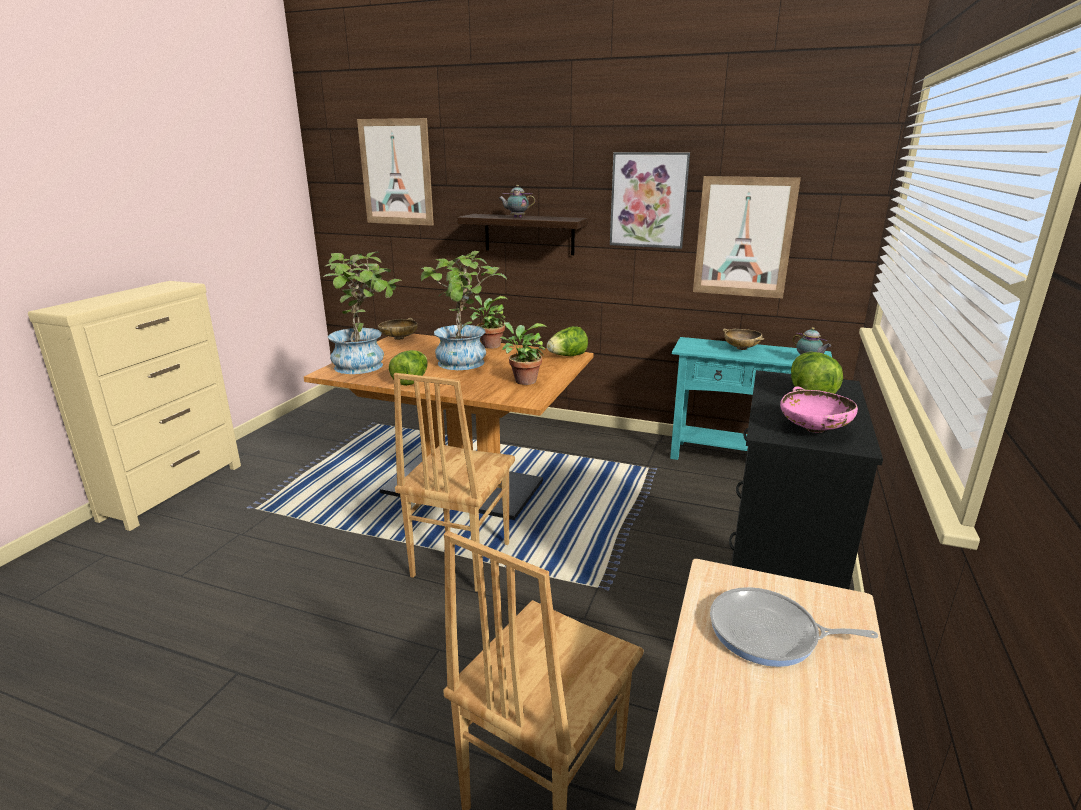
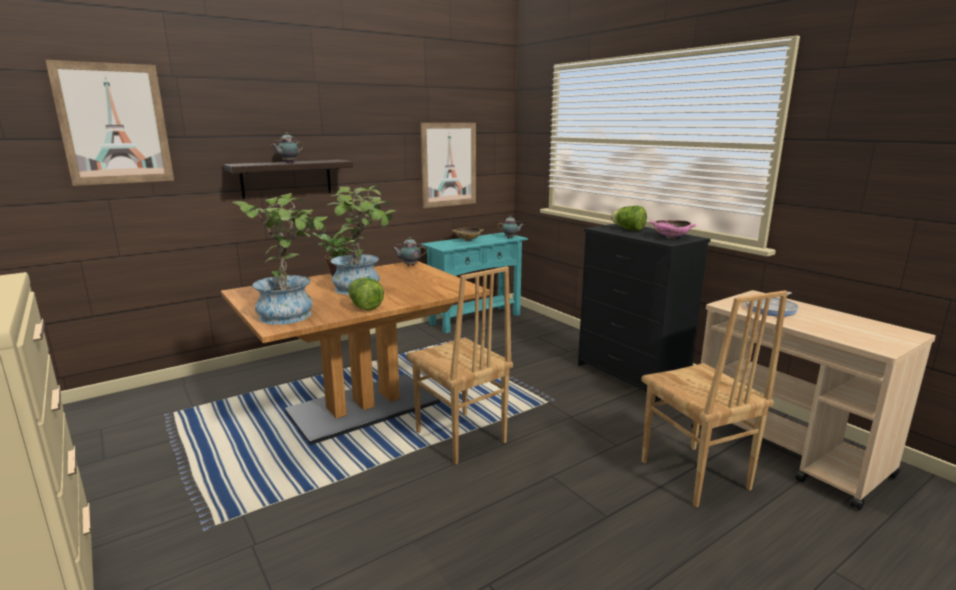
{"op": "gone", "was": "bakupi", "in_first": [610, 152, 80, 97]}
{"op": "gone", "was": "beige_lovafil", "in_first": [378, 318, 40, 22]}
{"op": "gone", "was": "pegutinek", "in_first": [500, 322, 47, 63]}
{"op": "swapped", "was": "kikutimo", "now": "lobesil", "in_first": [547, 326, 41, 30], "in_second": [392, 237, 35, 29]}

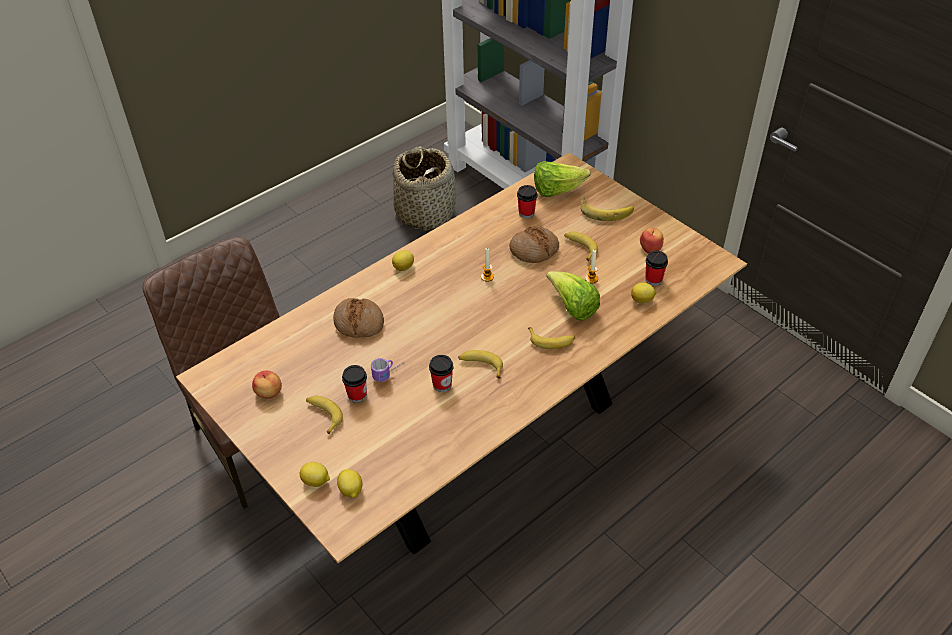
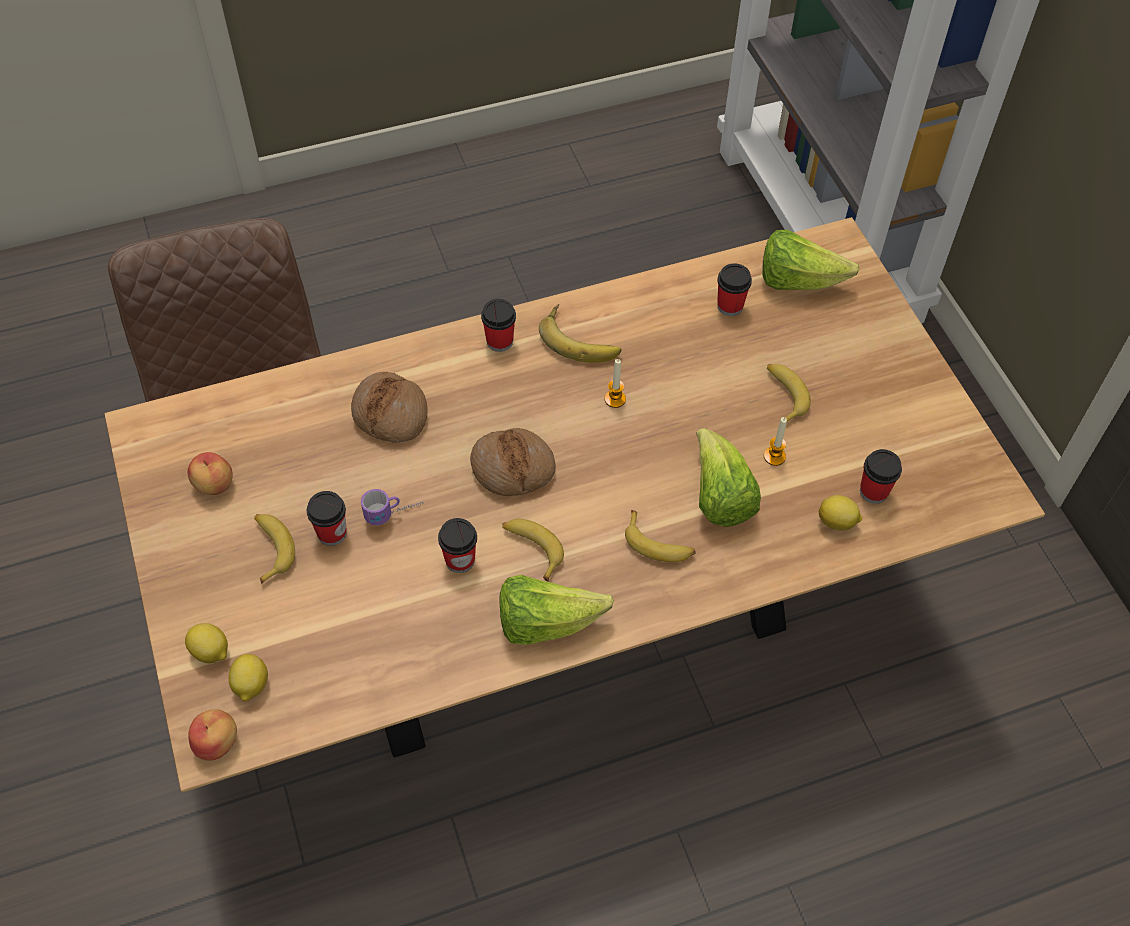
{"op": "gone", "was": "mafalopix", "in_first": [393, 146, 63, 86]}
{"op": "shifted", "was": "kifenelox", "in_first": [580, 197, 54, 24], "in_second": [539, 304, 82, 59]}
{"op": "shifted", "was": "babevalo", "in_first": [510, 226, 49, 37], "in_second": [470, 428, 86, 68]}
{"op": "shifted", "was": "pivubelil", "in_first": [640, 228, 24, 26], "in_second": [188, 709, 49, 52]}
{"op": "swapped", "was": "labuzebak", "now": "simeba", "in_first": [392, 250, 22, 21], "in_second": [481, 299, 35, 53]}
{"op": "new", "now": "kikutimo", "in_second": [499, 575, 115, 70]}

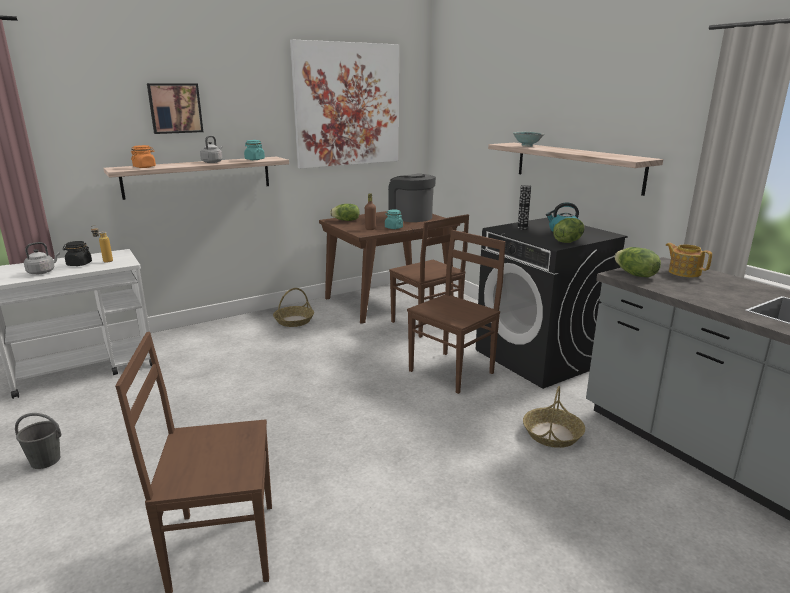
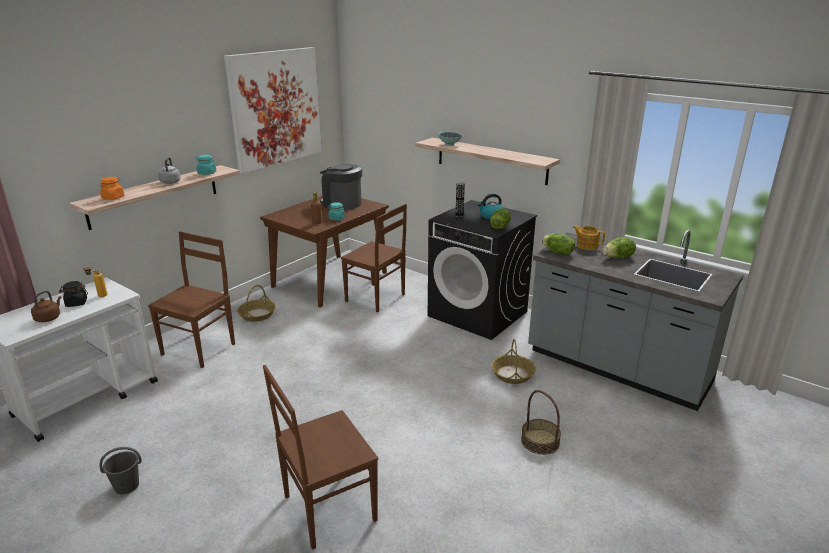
{"op": "gone", "was": "bakupi", "in_first": [147, 83, 56, 51]}
{"op": "shifted", "was": "kikutimo", "in_first": [330, 204, 30, 17], "in_second": [603, 237, 33, 21]}
{"op": "shifted", "was": "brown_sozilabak", "in_first": [407, 230, 99, 164], "in_second": [148, 232, 87, 136]}
{"op": "repainted", "was": "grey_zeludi", "now": "brown_zeludi", "in_first": [24, 242, 36, 32], "in_second": [31, 291, 30, 31]}
{"op": "new", "now": "mafalopix", "in_second": [521, 390, 40, 65]}

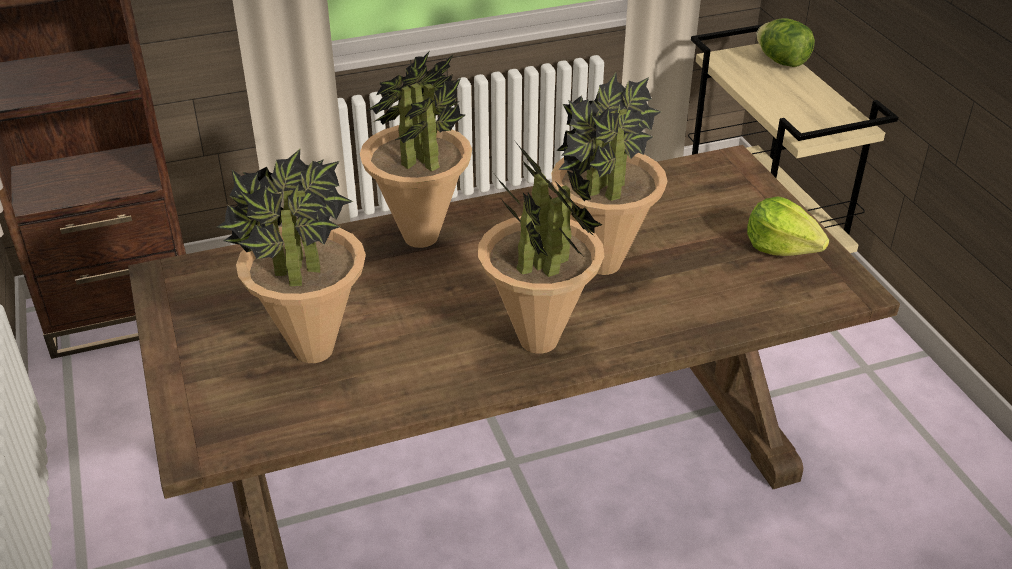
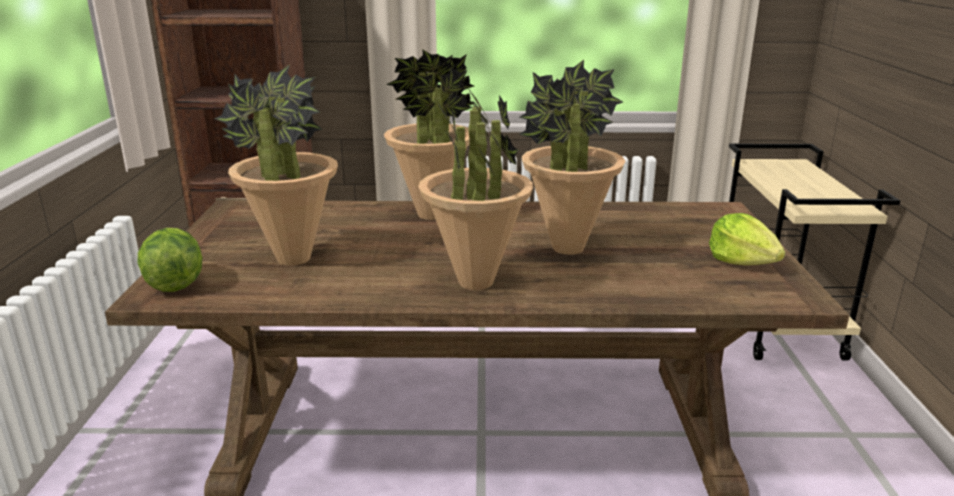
{"op": "shifted", "was": "kikutimo", "in_first": [756, 18, 59, 49], "in_second": [137, 228, 65, 64]}

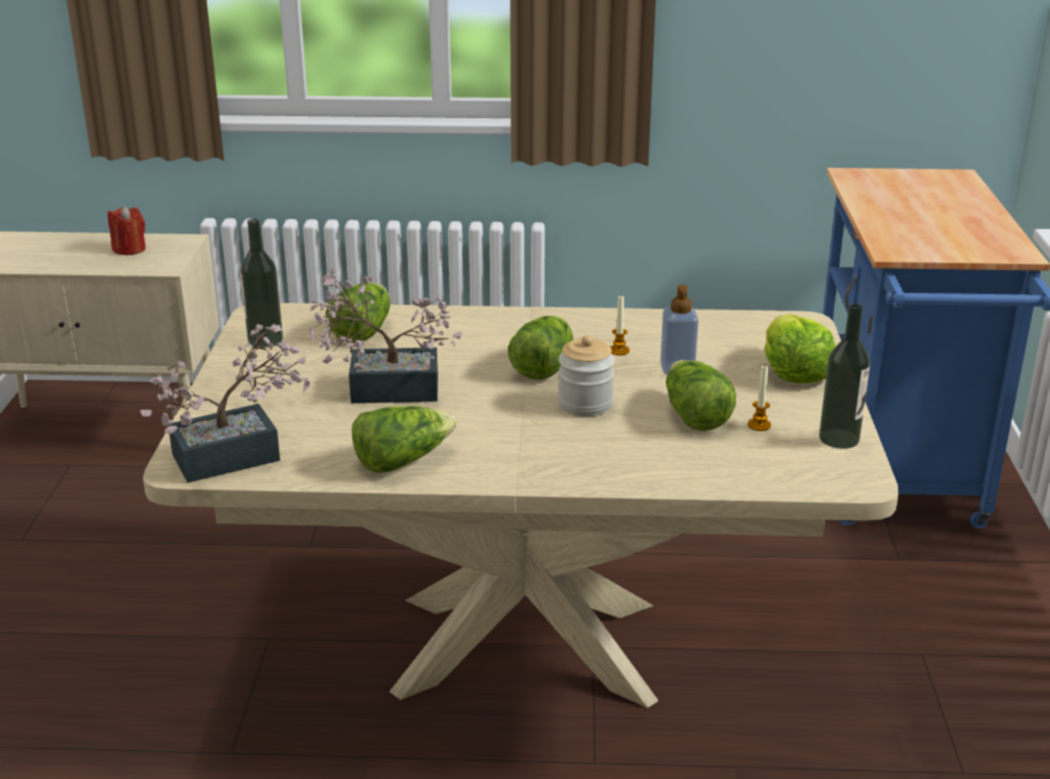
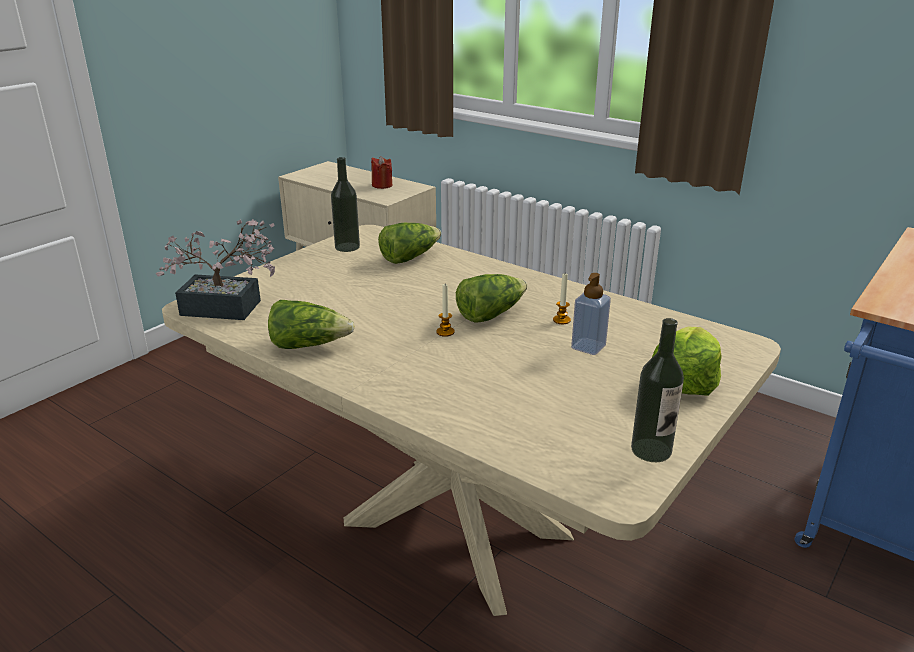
{"op": "gone", "was": "pegutinek", "in_first": [309, 268, 153, 135]}
{"op": "gone", "was": "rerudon", "in_first": [558, 335, 57, 81]}
{"op": "gone", "was": "kikutimo", "in_first": [666, 360, 70, 71]}
{"op": "shifted", "was": "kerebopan", "in_first": [748, 366, 23, 65], "in_second": [436, 284, 19, 53]}

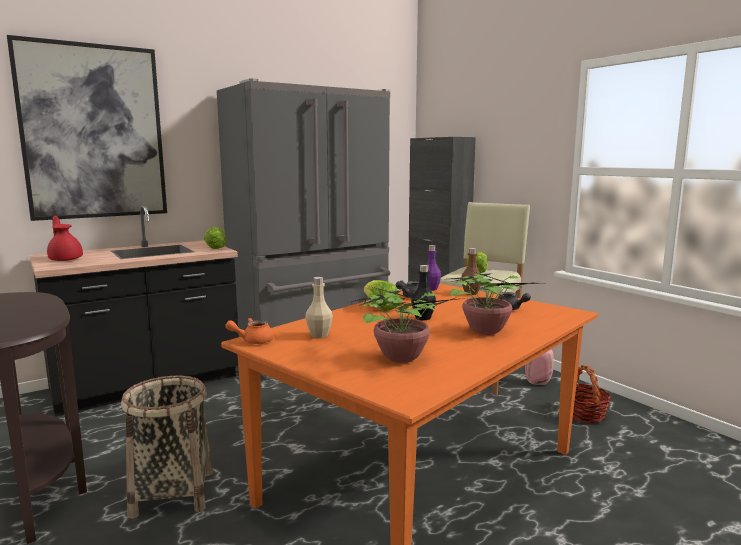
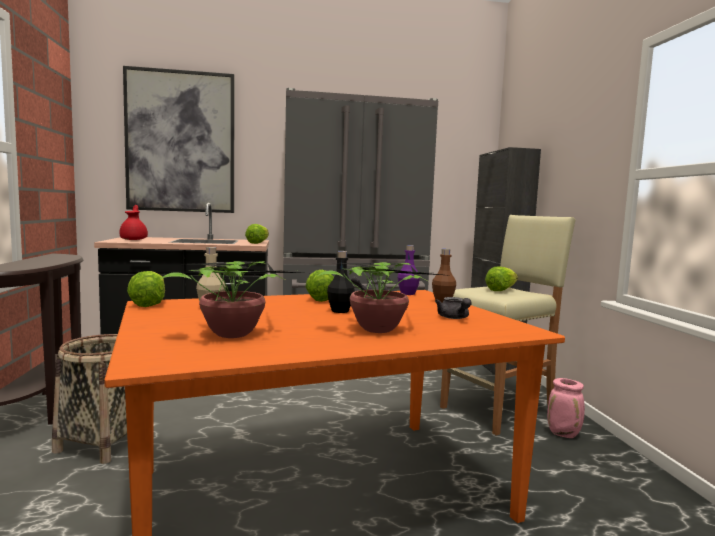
{"op": "swapped", "was": "orange_lobesil", "now": "kikutimo", "in_first": [225, 318, 49, 26], "in_second": [127, 271, 38, 36]}
{"op": "gone", "was": "mafalopix", "in_first": [559, 365, 52, 58]}

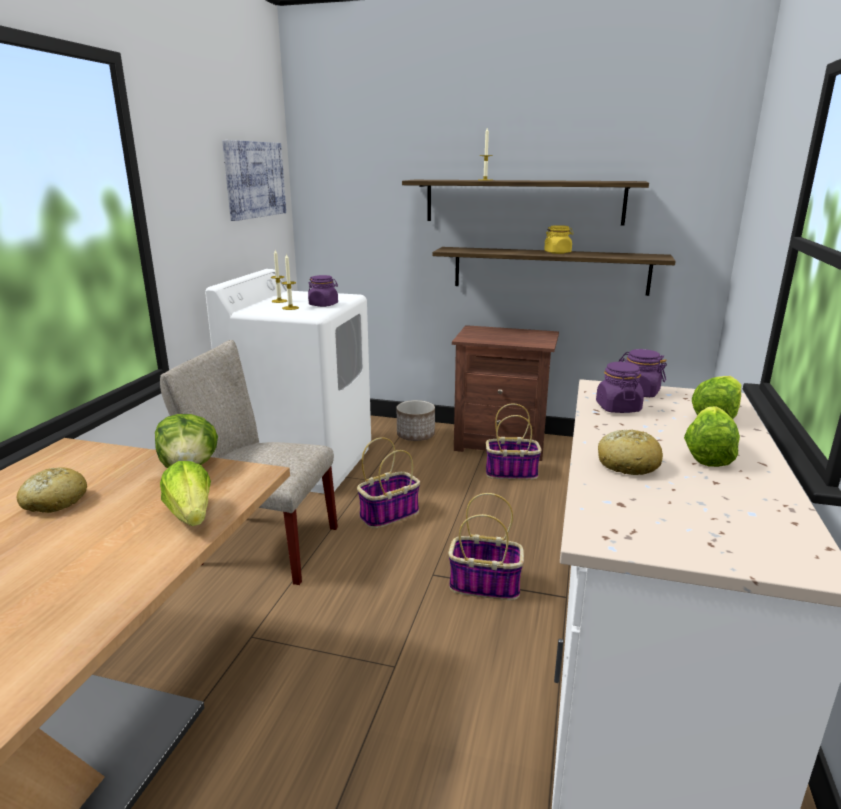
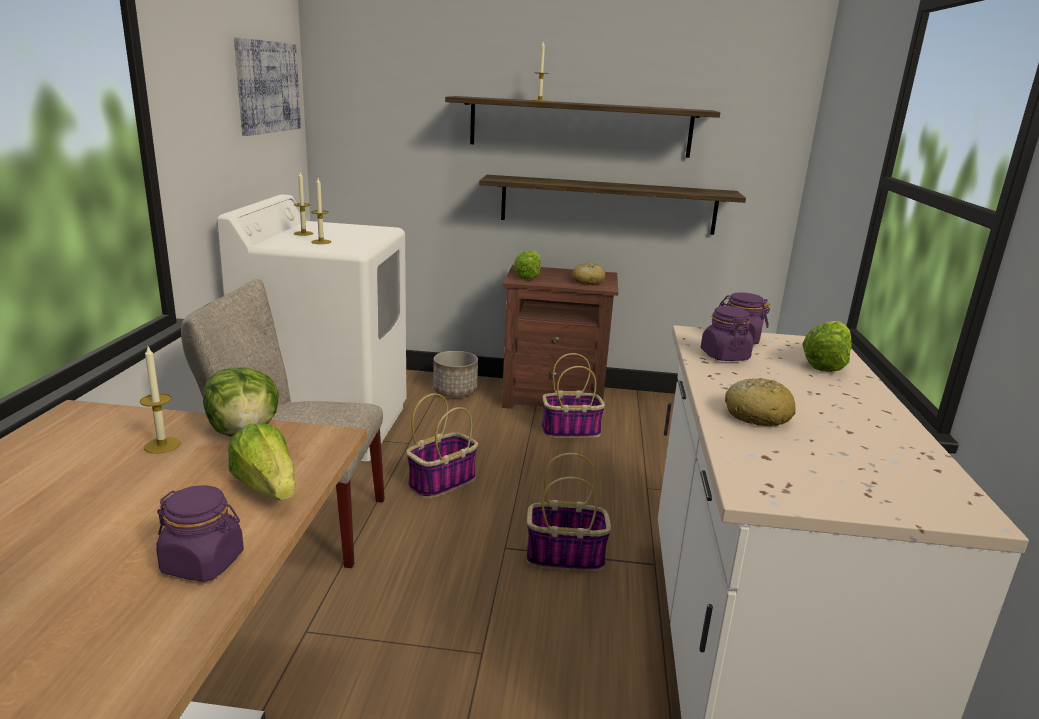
{"op": "gone", "was": "yellow_rerudon", "in_first": [544, 225, 29, 29]}
{"op": "shifted", "was": "purple_rerudon", "in_first": [308, 275, 30, 32], "in_second": [156, 485, 88, 97]}
{"op": "shifted", "was": "kikutimo", "in_first": [684, 406, 56, 61], "in_second": [514, 251, 27, 29]}
{"op": "shifted", "was": "babevalo", "in_first": [17, 467, 70, 46], "in_second": [572, 262, 33, 23]}
{"op": "new", "now": "kerebopan", "in_second": [140, 347, 40, 107]}

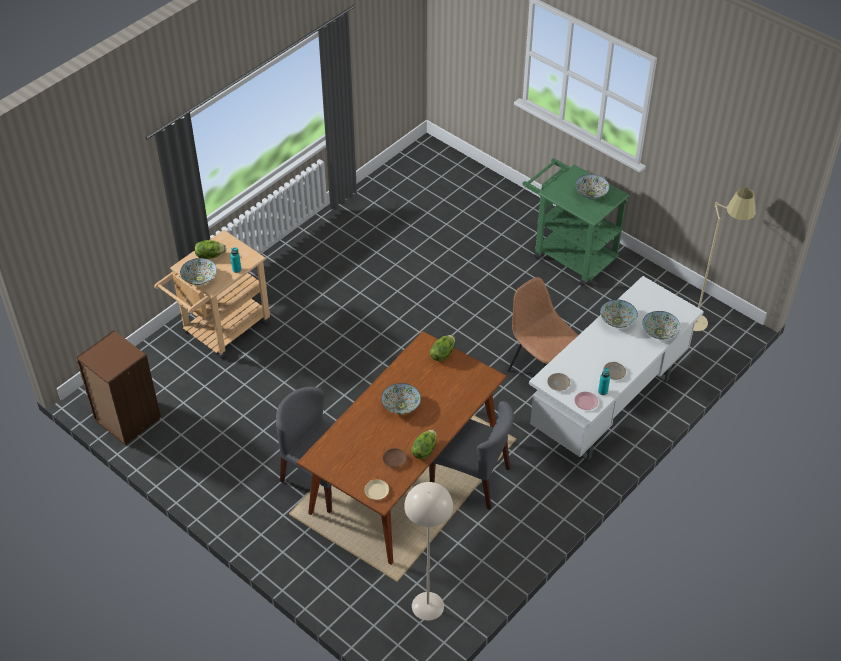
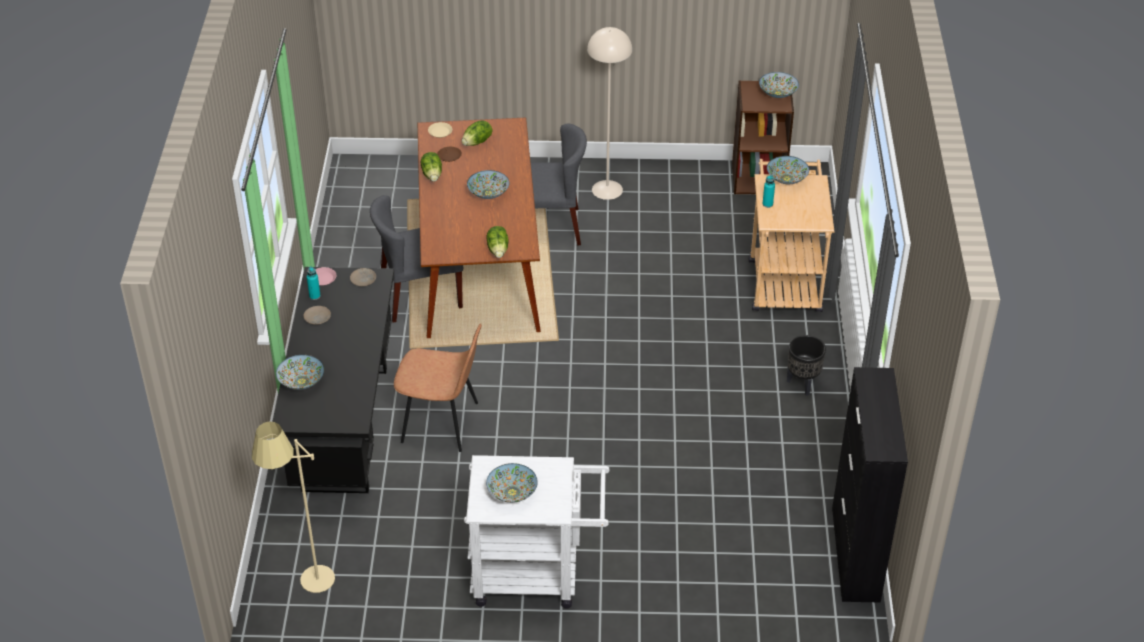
{"op": "repainted", "was": "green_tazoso", "now": "white_tazoso", "in_first": [522, 158, 108, 128], "in_second": [464, 455, 145, 154]}
{"op": "shifted", "was": "kikutimo", "in_first": [195, 240, 32, 19], "in_second": [462, 121, 30, 25]}
{"op": "repainted", "was": "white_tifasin", "now": "black_tifasin", "in_first": [529, 276, 175, 185], "in_second": [272, 267, 122, 227]}
{"op": "shifted", "was": "lovafil", "in_first": [600, 300, 38, 28], "in_second": [759, 72, 40, 26]}
{"op": "shifted", "was": "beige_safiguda", "in_first": [404, 482, 49, 139], "in_second": [587, 27, 45, 173]}
{"op": "new", "now": "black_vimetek", "in_second": [787, 335, 39, 61]}
{"op": "new", "now": "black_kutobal", "in_second": [832, 367, 76, 236]}

